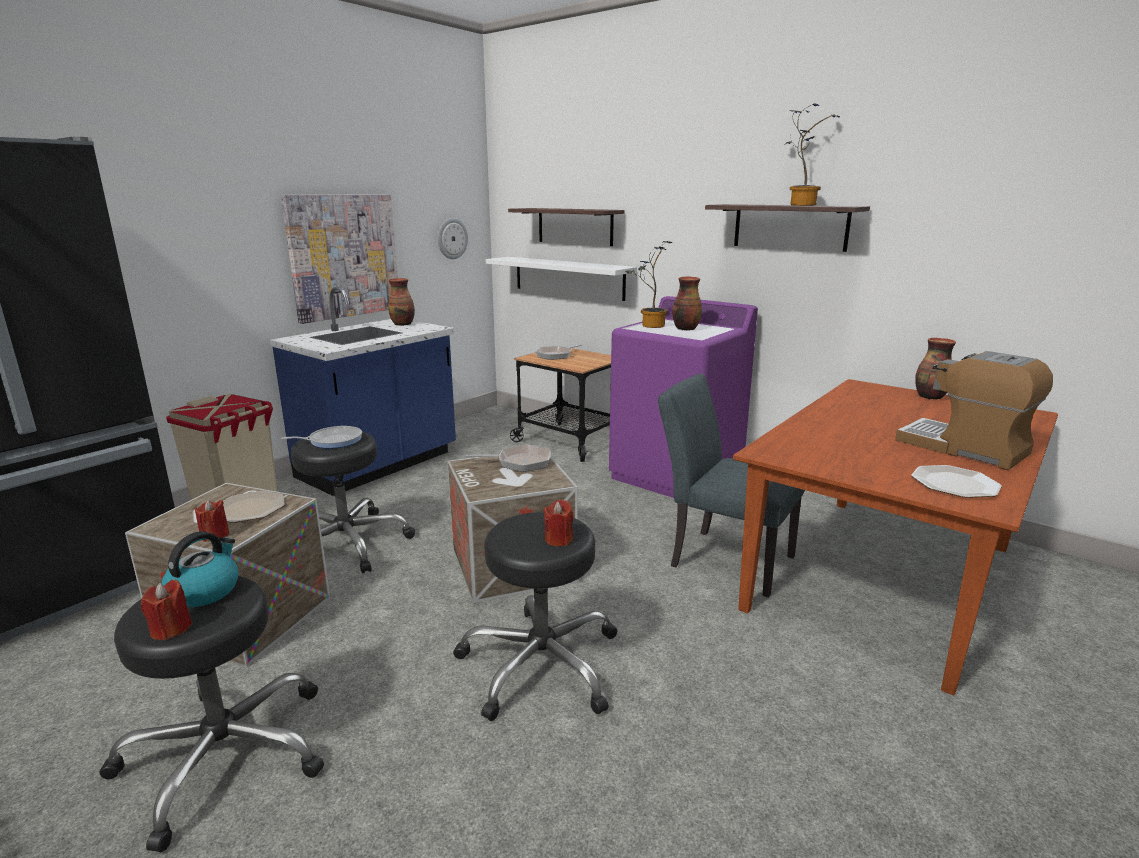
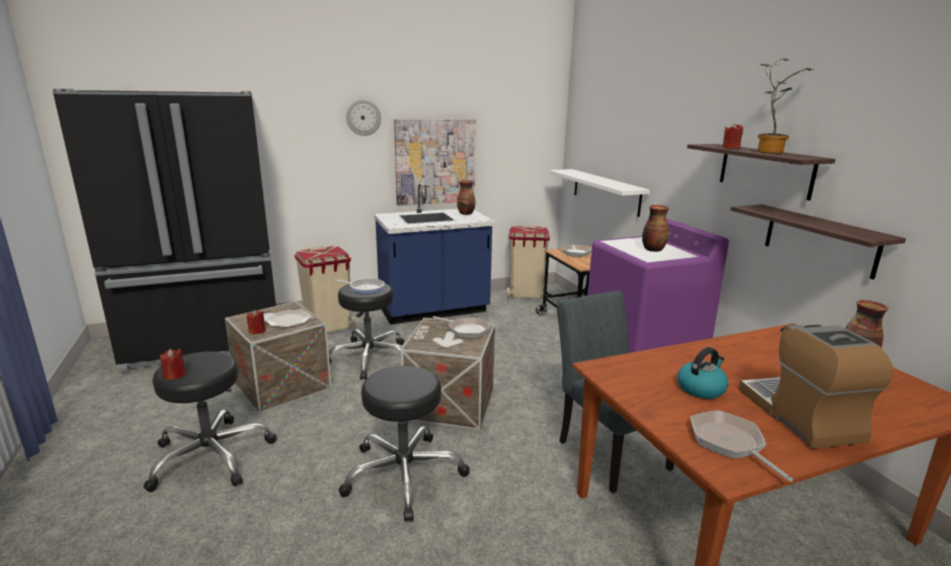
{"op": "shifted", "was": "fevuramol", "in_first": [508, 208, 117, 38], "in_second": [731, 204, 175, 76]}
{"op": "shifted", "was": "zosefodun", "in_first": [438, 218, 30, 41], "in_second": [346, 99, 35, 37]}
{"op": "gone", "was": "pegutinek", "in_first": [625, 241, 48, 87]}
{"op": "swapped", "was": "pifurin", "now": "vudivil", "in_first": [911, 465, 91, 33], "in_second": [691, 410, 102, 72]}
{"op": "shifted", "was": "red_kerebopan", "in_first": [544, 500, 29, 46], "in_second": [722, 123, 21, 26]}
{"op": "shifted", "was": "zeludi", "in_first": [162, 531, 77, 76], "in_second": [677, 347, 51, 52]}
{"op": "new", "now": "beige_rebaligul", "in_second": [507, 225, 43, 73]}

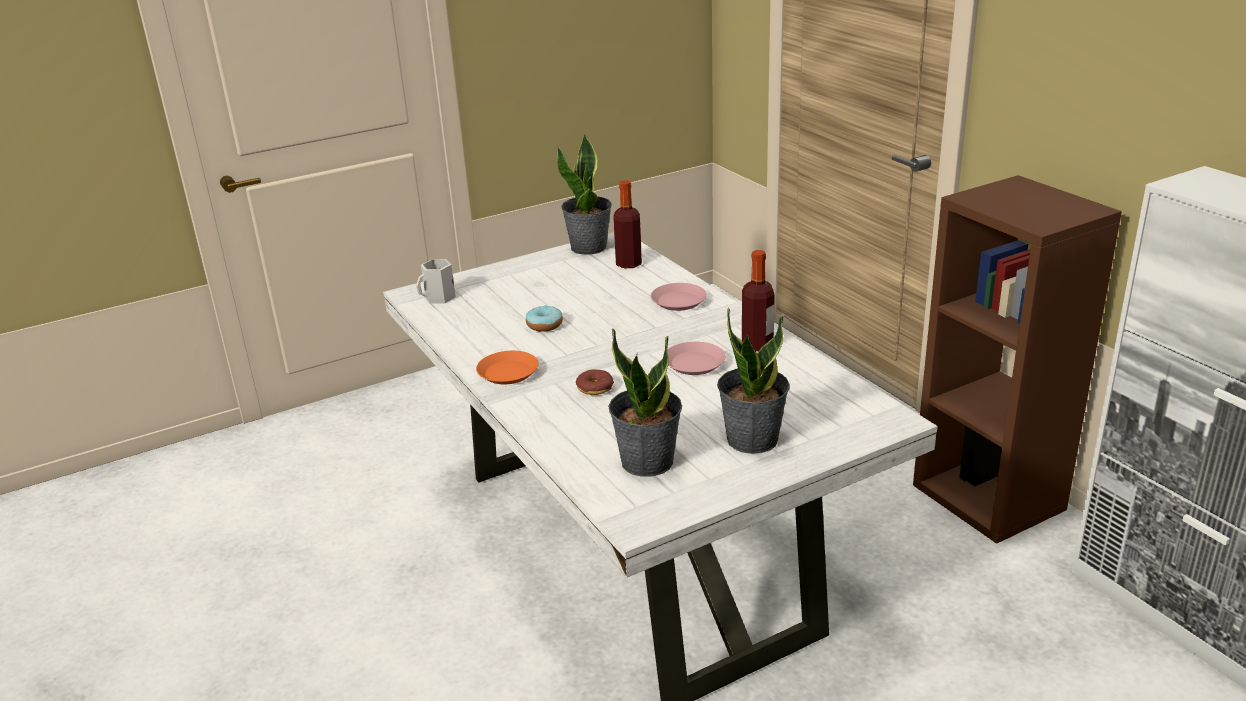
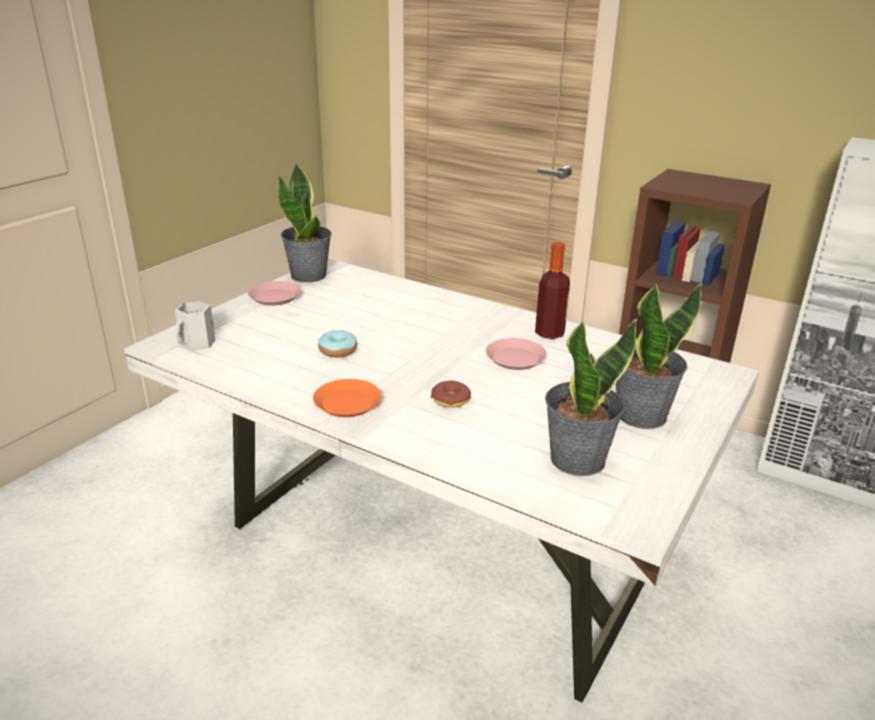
{"op": "gone", "was": "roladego", "in_first": [614, 180, 28, 88]}
{"op": "shifted", "was": "pink_pifurin", "in_first": [651, 283, 56, 28], "in_second": [248, 281, 53, 24]}

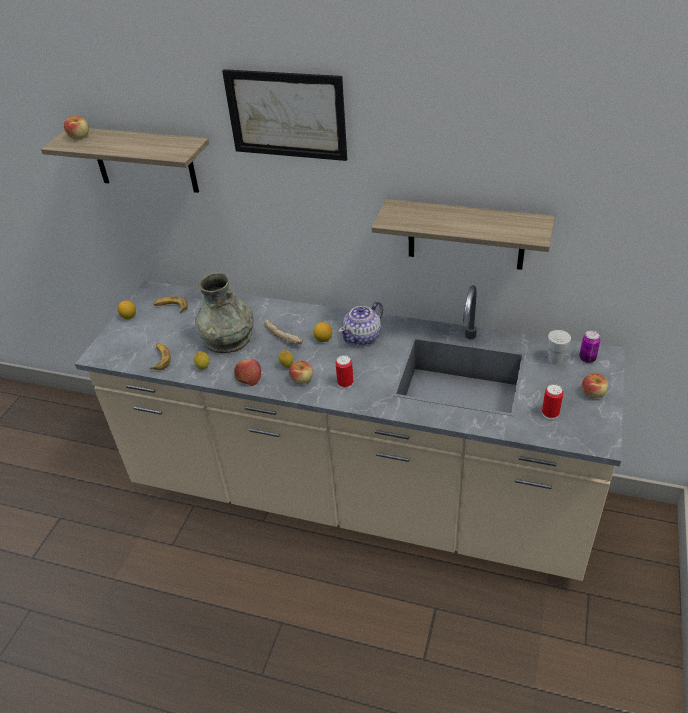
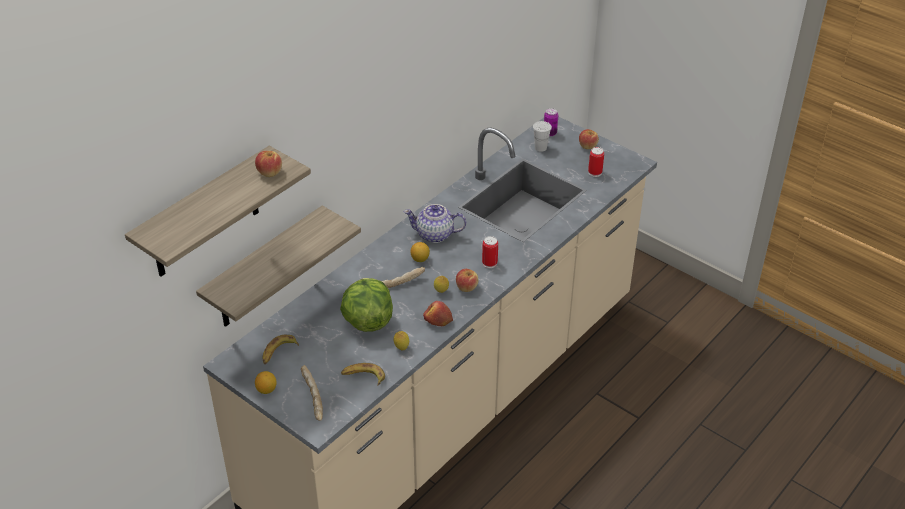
{"op": "gone", "was": "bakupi", "in_first": [222, 69, 125, 92]}
{"op": "shifted", "was": "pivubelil", "in_first": [64, 116, 25, 24], "in_second": [255, 151, 27, 26]}
{"op": "shifted", "was": "fevuramol", "in_first": [372, 199, 183, 71], "in_second": [196, 206, 165, 121]}
{"op": "swapped", "was": "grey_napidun", "now": "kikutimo", "in_first": [195, 273, 59, 80], "in_second": [340, 278, 53, 54]}
{"op": "rotated", "was": "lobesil", "in_first": [339, 301, 44, 44], "in_second": [404, 204, 62, 39], "clockwise": 120}
{"op": "new", "now": "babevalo", "in_second": [301, 365, 22, 56]}

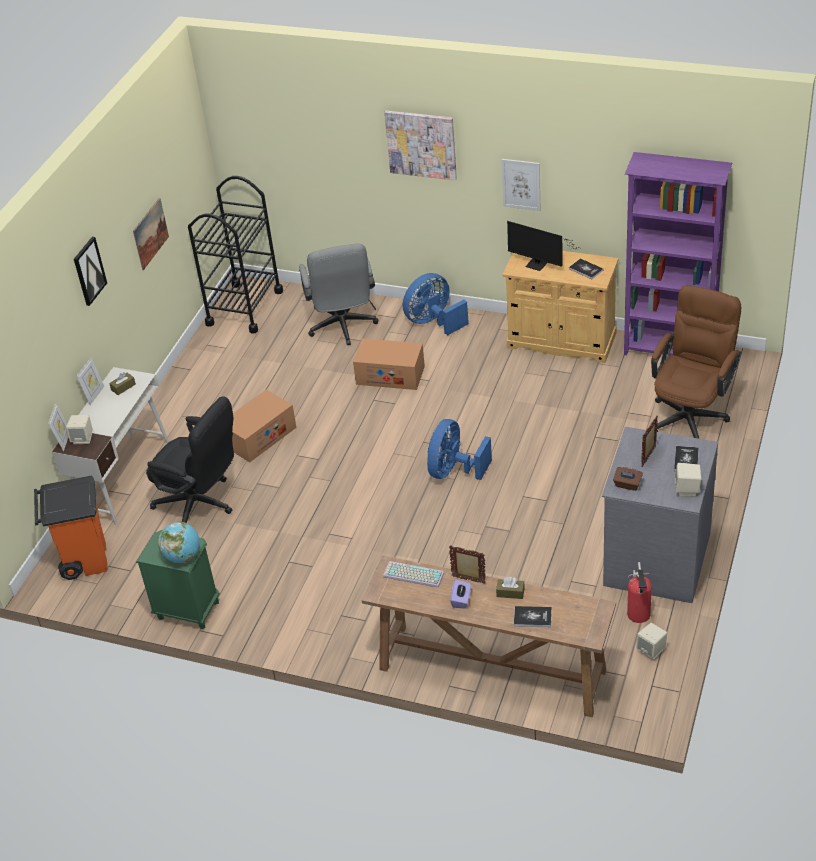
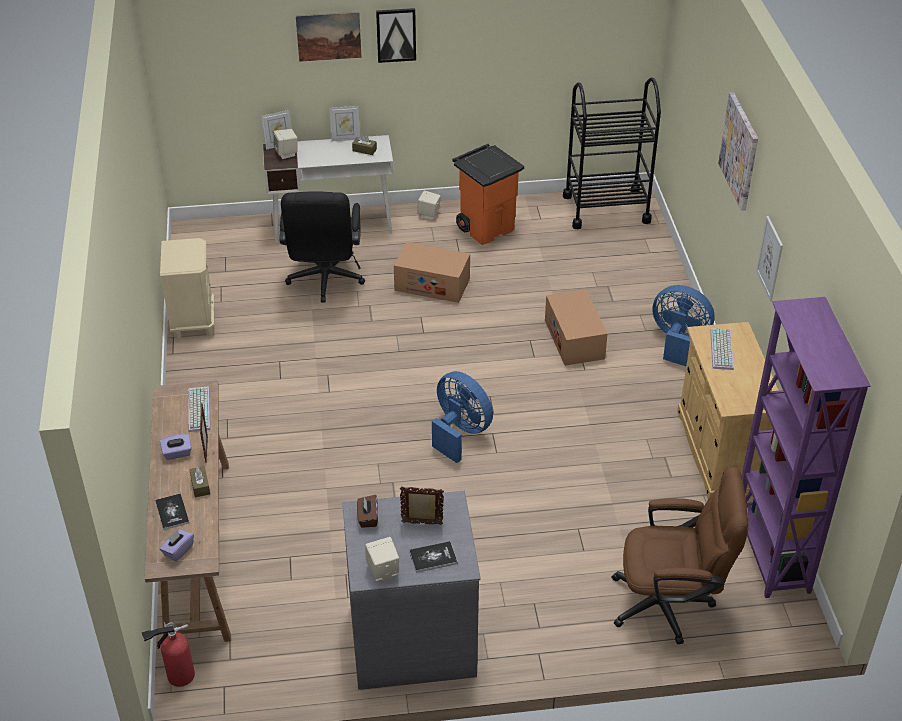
{"op": "shifted", "was": "bakupi", "in_first": [133, 198, 36, 72], "in_second": [296, 12, 65, 50]}
{"op": "swapped", "was": "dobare", "now": "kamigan", "in_first": [507, 221, 68, 50], "in_second": [710, 328, 24, 42]}
{"op": "gone", "was": "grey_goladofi", "in_first": [299, 243, 79, 102]}
{"op": "gone", "was": "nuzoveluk", "in_first": [569, 259, 35, 20]}
{"op": "rotated", "was": "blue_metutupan", "in_first": [427, 419, 65, 61], "in_second": [432, 371, 61, 92], "clockwise": 45}
{"op": "shifted", "was": "orange_rebaligul", "in_first": [34, 475, 73, 105], "in_second": [453, 144, 71, 101]}
{"op": "gone", "was": "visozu", "in_first": [158, 522, 42, 41]}
{"op": "repainted", "was": "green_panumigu", "now": "beige_panumigu", "in_first": [136, 530, 84, 99], "in_second": [160, 238, 54, 101]}
{"op": "shifted", "was": "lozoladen", "in_first": [627, 562, 25, 61], "in_second": [142, 622, 53, 65]}
{"op": "shifted", "was": "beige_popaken", "in_first": [636, 623, 31, 37], "in_second": [417, 191, 24, 29]}
{"op": "new", "now": "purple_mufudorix", "in_second": [160, 529, 34, 33]}

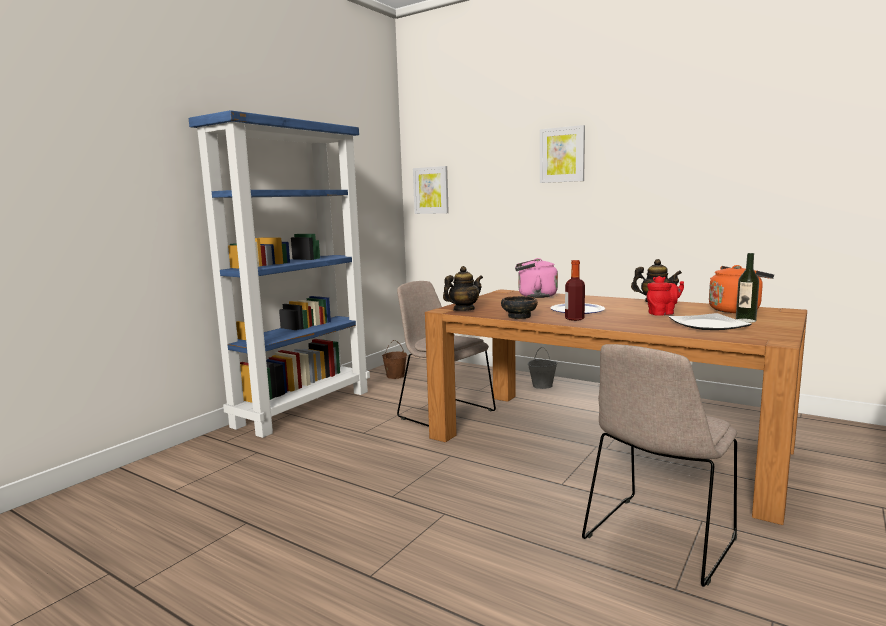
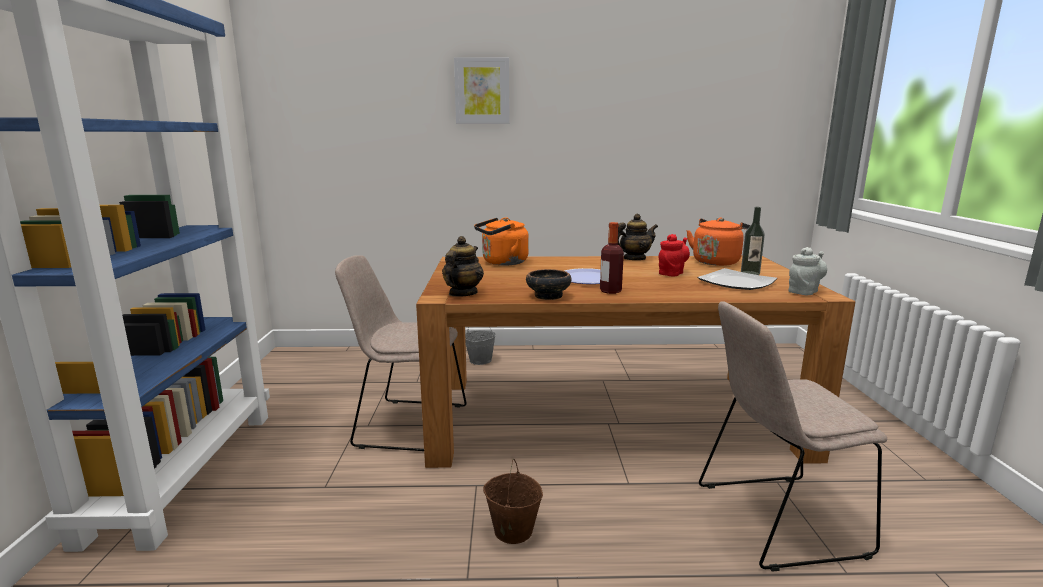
{"op": "gone", "was": "bakupi", "in_first": [413, 166, 36, 48]}
{"op": "repainted", "was": "pink_zeludi", "now": "orange_zeludi", "in_first": [515, 258, 43, 40], "in_second": [474, 217, 55, 49]}
{"op": "shifted", "was": "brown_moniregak", "in_first": [382, 340, 25, 39], "in_second": [483, 459, 60, 85]}
{"op": "rotated", "was": "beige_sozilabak", "in_first": [582, 344, 155, 243], "in_second": [699, 301, 188, 271], "clockwise": 75}
{"op": "new", "now": "grey_lobesil", "in_second": [789, 247, 38, 48]}

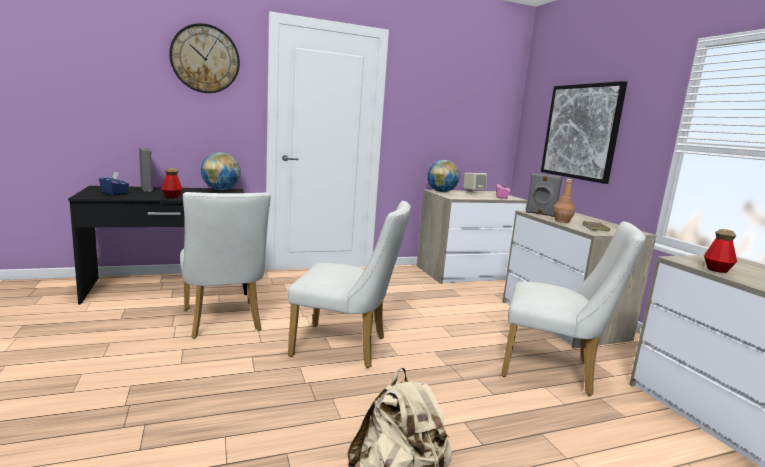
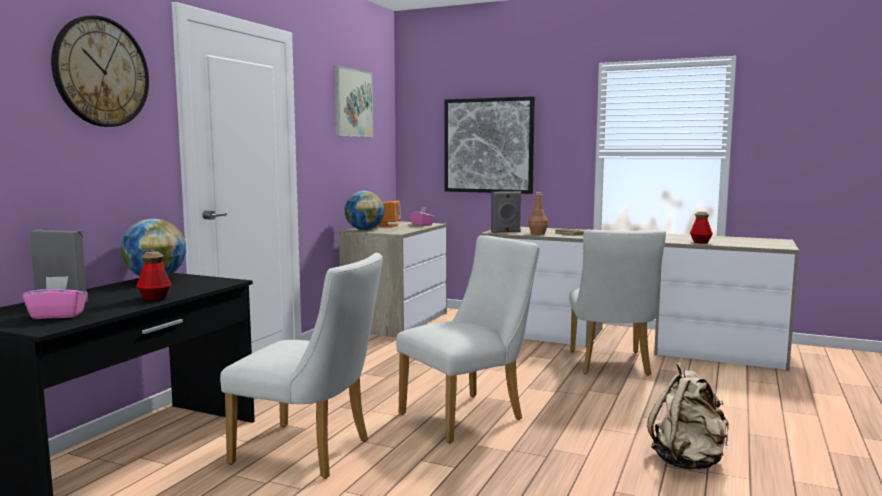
{"op": "repainted", "was": "blue_mufudorix", "now": "pink_mufudorix", "in_first": [99, 171, 30, 24], "in_second": [22, 276, 66, 43]}
{"op": "repainted", "was": "beige_popaken", "now": "orange_popaken", "in_first": [463, 173, 24, 21], "in_second": [379, 201, 22, 26]}
{"op": "rotated", "was": "white_sozilabak", "in_first": [501, 222, 145, 174], "in_second": [569, 230, 97, 145], "clockwise": 120}
{"op": "new", "now": "bakupi", "in_second": [334, 66, 39, 71]}

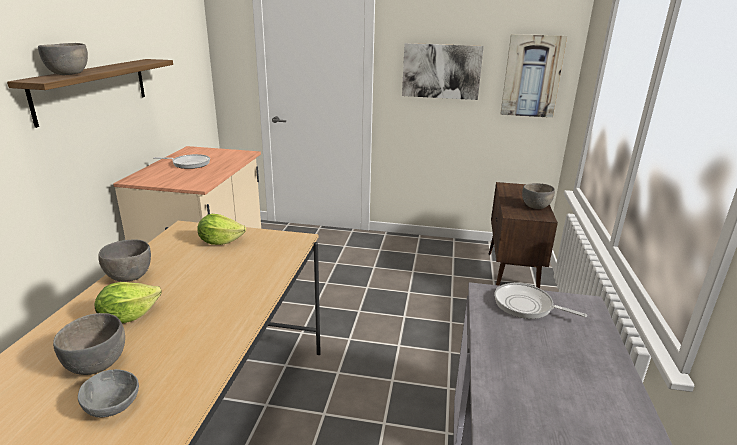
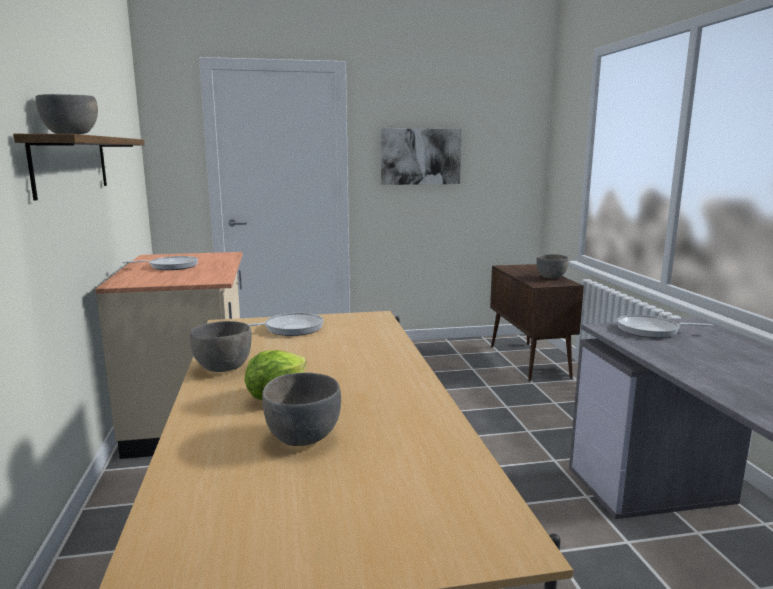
{"op": "gone", "was": "bakupi", "in_first": [500, 34, 67, 84]}
{"op": "swapped", "was": "kikutimo", "now": "vudivil", "in_first": [197, 214, 49, 31], "in_second": [248, 313, 76, 23]}
{"op": "gone", "was": "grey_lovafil", "in_first": [78, 369, 61, 49]}

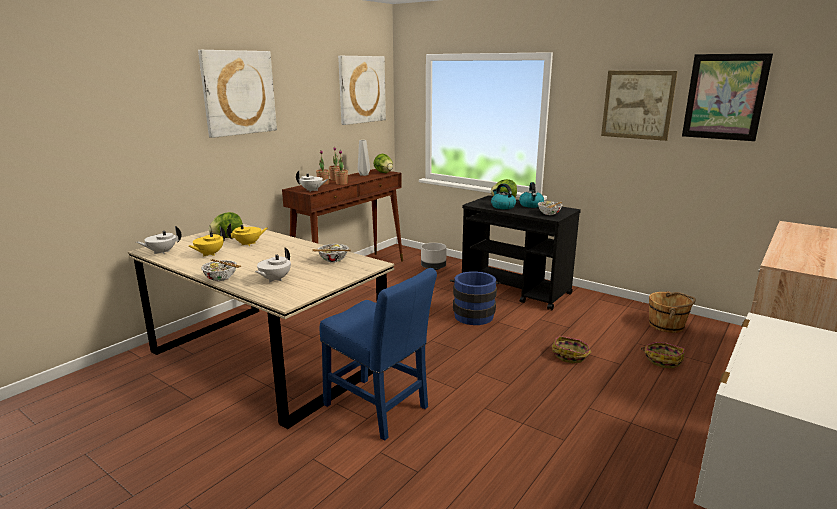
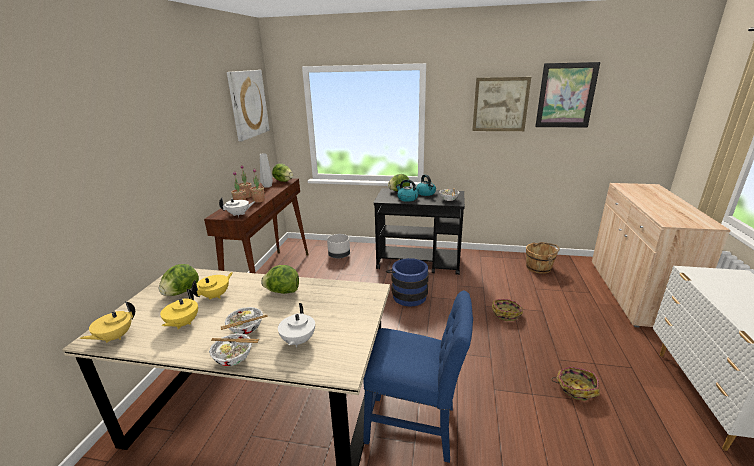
{"op": "gone", "was": "bakupi", "in_first": [198, 50, 79, 88]}
{"op": "repainted", "was": "white_lobesil", "now": "yellow_lobesil", "in_first": [136, 226, 45, 28], "in_second": [80, 302, 55, 41]}
{"op": "shifted", "was": "lovafil", "in_first": [312, 244, 39, 18], "in_second": [221, 307, 47, 27]}
{"op": "shifted", "was": "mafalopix", "in_first": [641, 342, 44, 26], "in_second": [551, 367, 49, 34]}
{"op": "new", "now": "kikutimo", "in_second": [261, 265, 38, 29]}

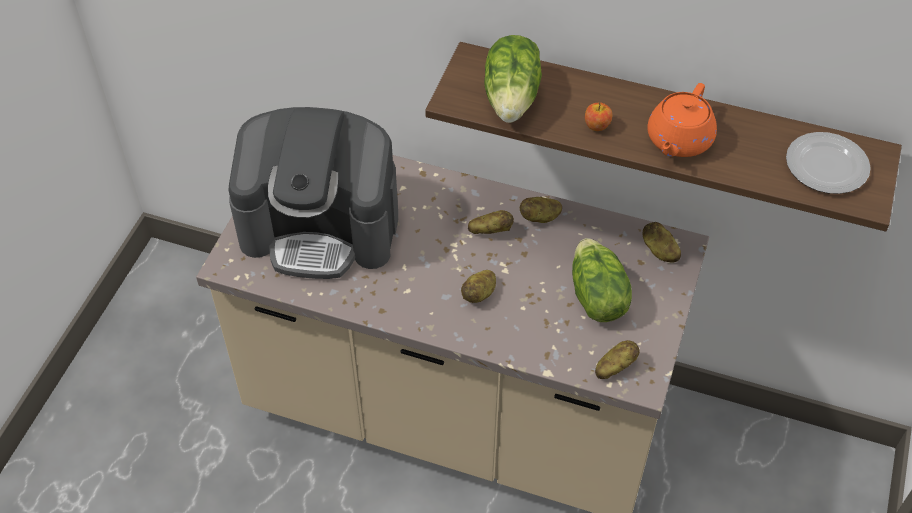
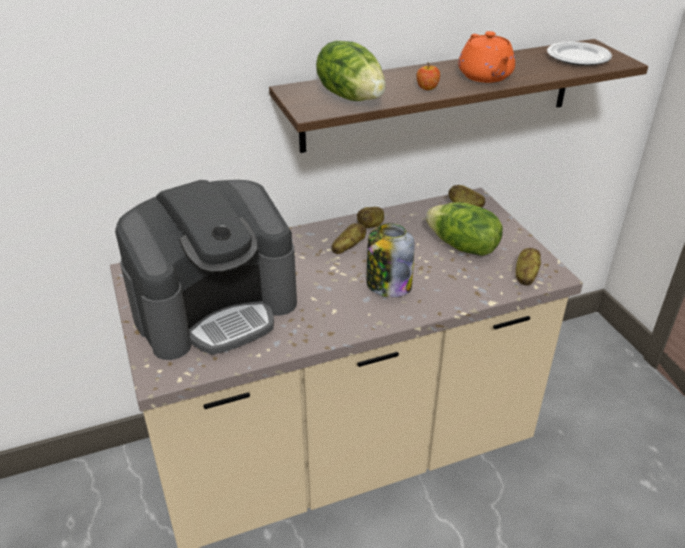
{"op": "swapped", "was": "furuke", "now": "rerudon", "in_first": [461, 270, 35, 33], "in_second": [367, 223, 48, 74]}

